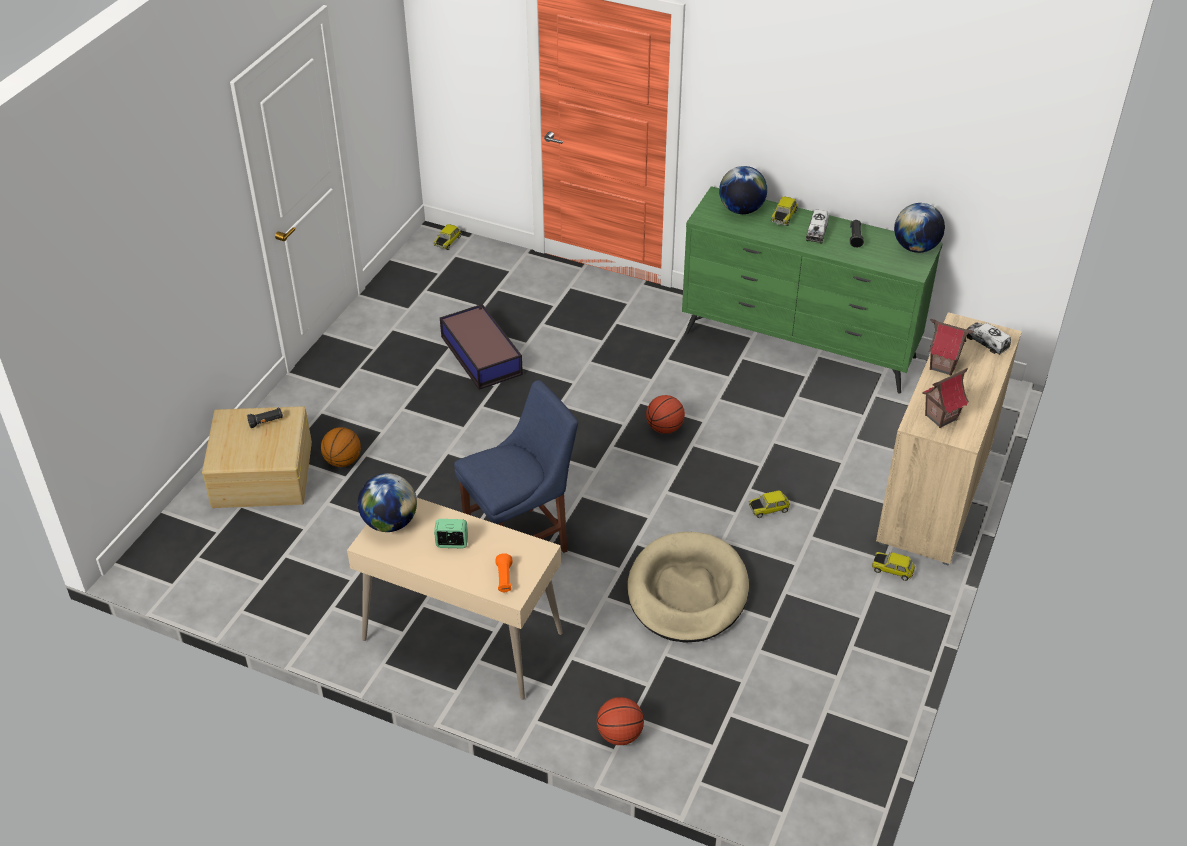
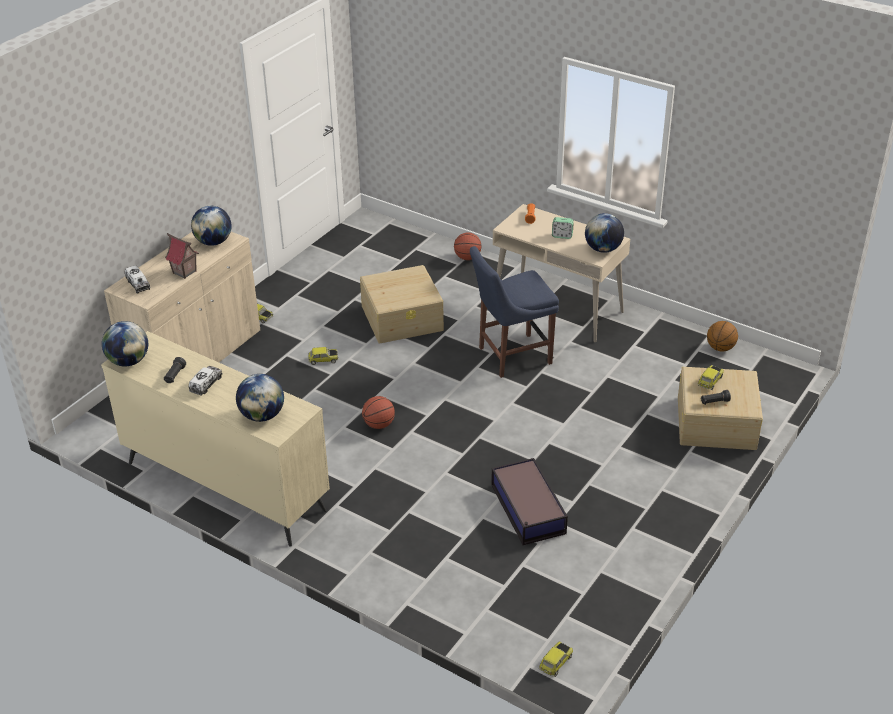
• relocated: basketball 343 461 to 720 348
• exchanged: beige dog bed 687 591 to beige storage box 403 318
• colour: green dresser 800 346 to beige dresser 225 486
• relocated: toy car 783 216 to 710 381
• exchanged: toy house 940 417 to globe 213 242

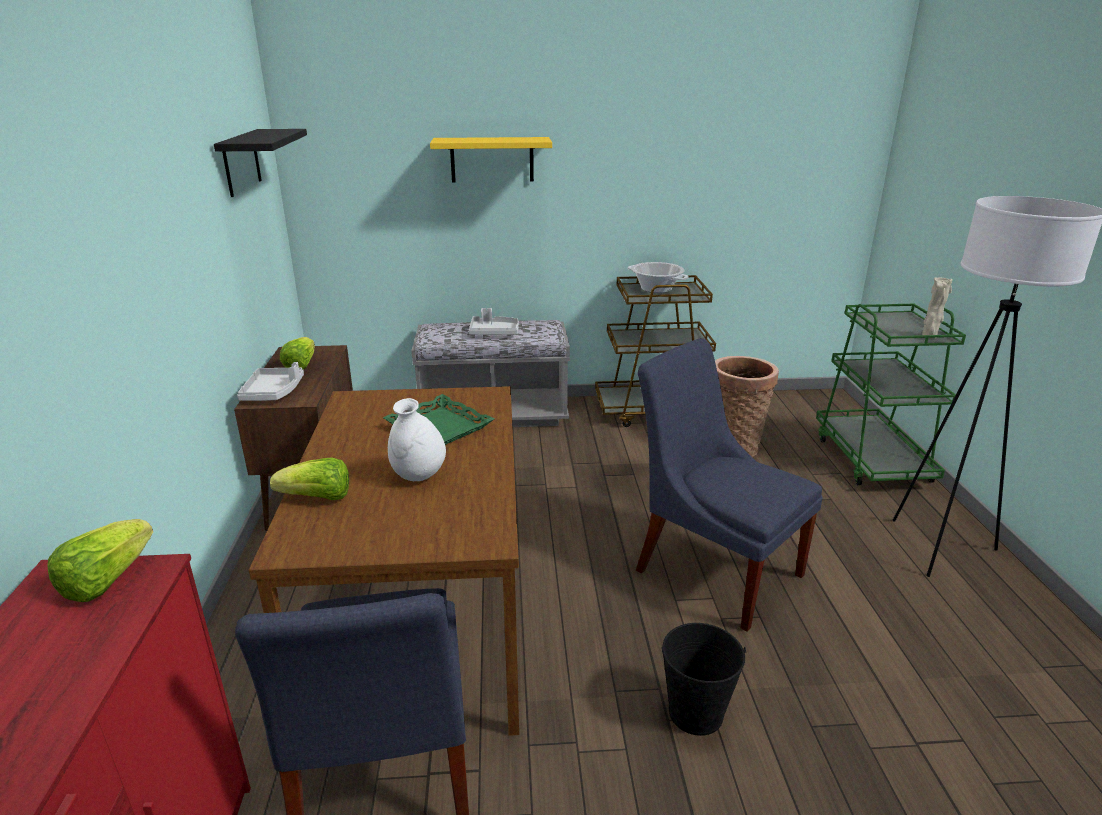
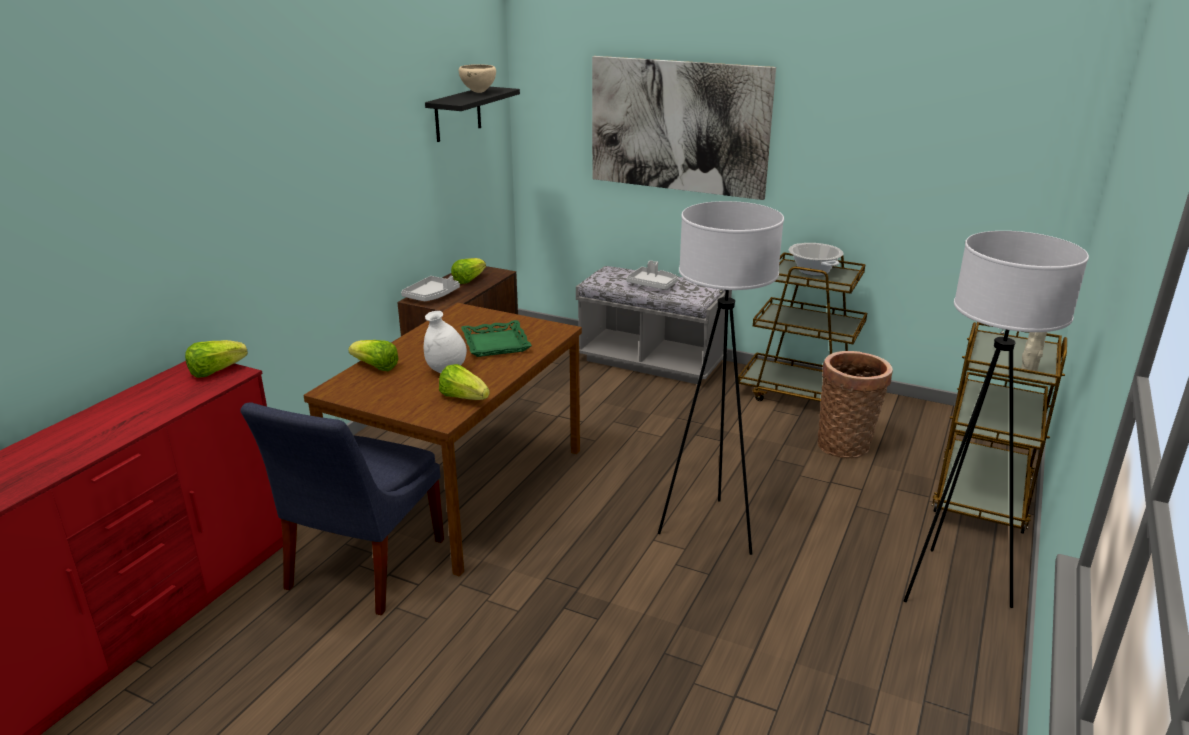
• exchanged: yellow shelf 492 159 to picture 678 126
• exchanged: blue chair 713 568 to white floor lamp 710 529
• missing: black bucket 695 712
• colour: green cart 872 459 to brown cart 982 495
• appeared: lettuce 463 398
• appeared: beige bowl 479 92

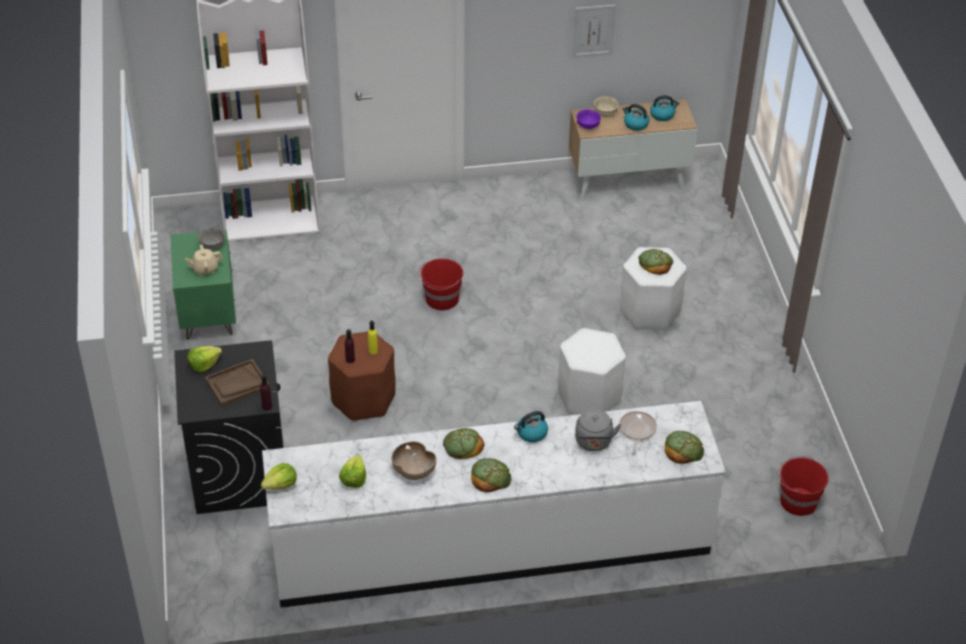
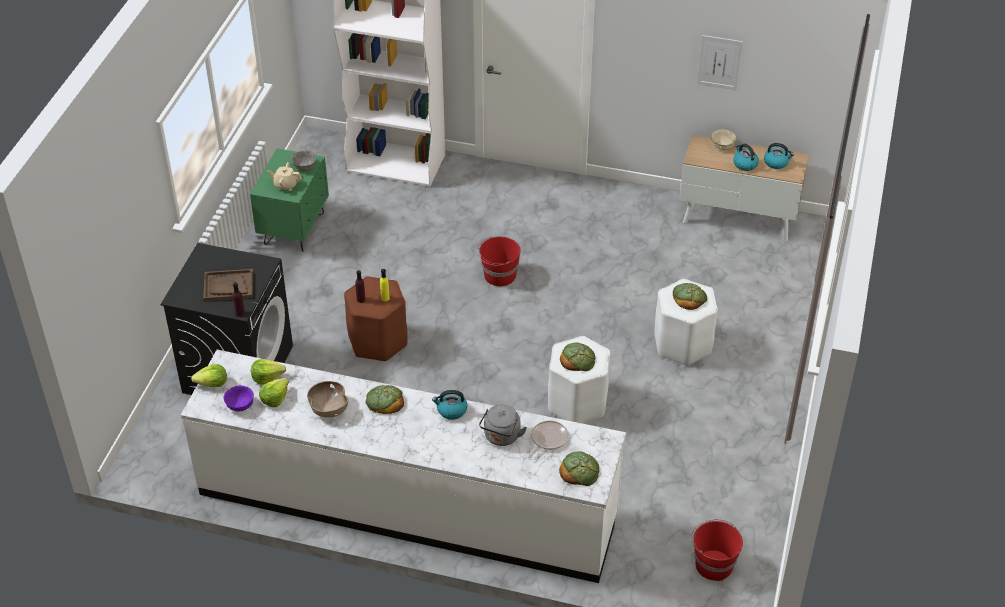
• relocated: lettuce 204 364 to 267 377
• relocated: bread 490 477 to 577 359
• relocated: purple bowl 587 126 to 239 405

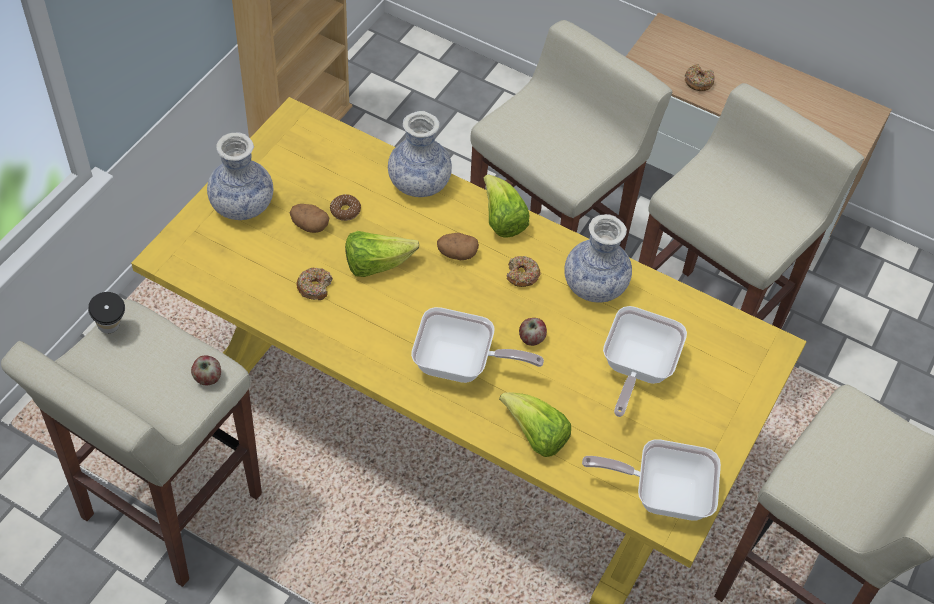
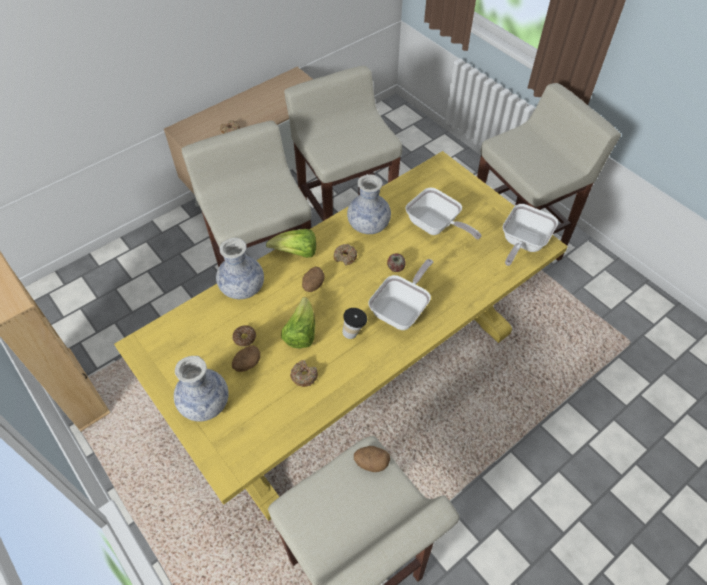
• relocated: cup 112 330 to 354 332
• exchanged: apple 207 378 to potato 371 462
• missing: lettuce 535 435

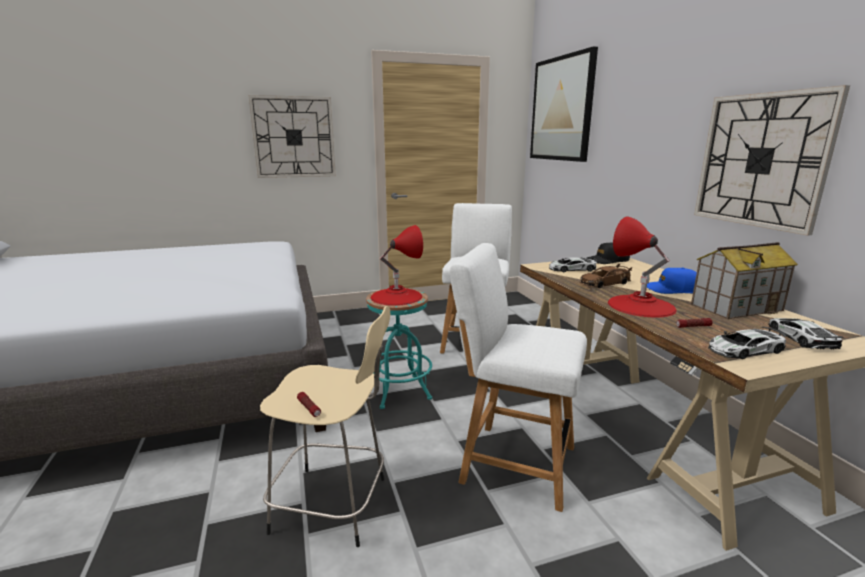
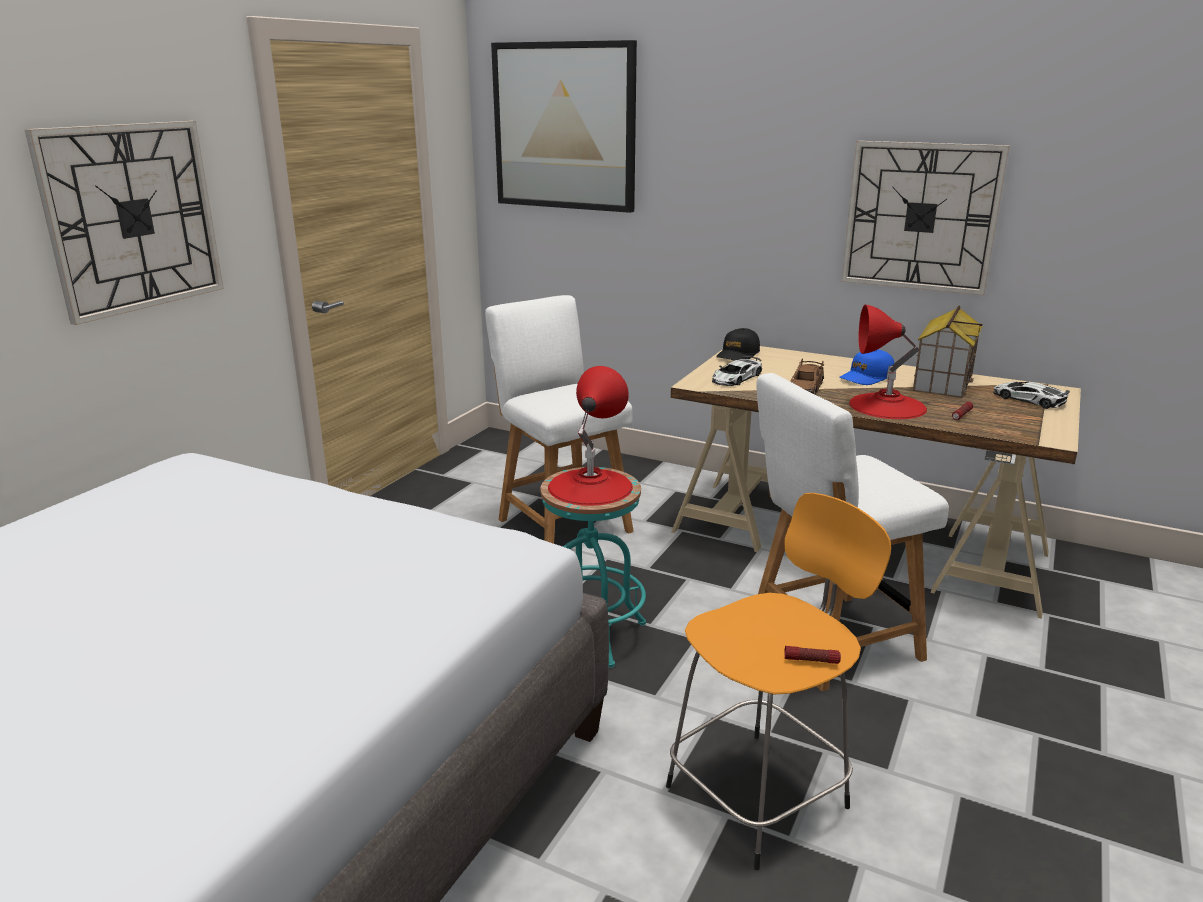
• colour: beige stool 334 505 to orange stool 761 794
• missing: toy car 744 350

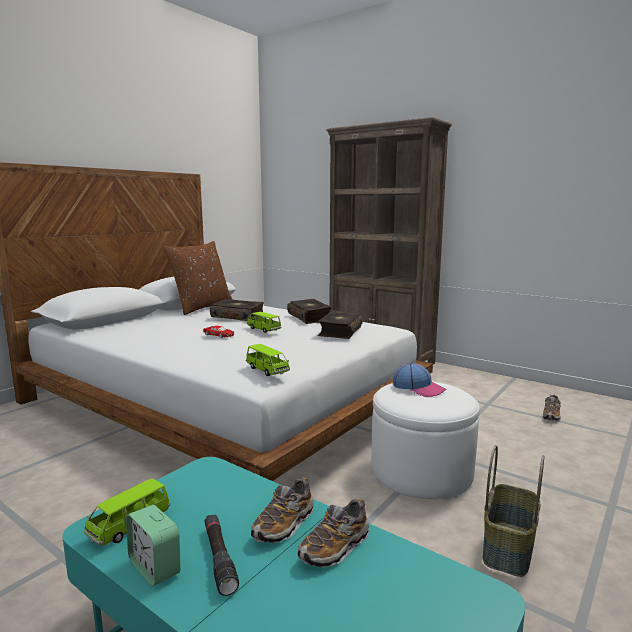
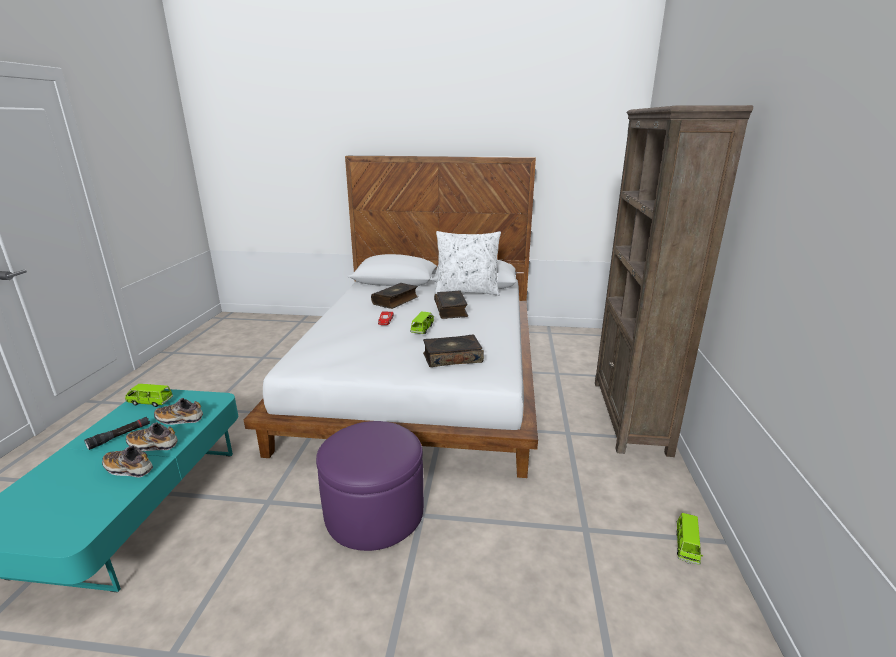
• missing: alarm clock 155 567
• colour: brown pillow 201 308 to white pillow 467 291
• relocated: green toy car 267 370 to 686 546
• relocated: book 310 317 to 396 301
• colour: white ottoman 421 471 to purple ottoman 374 512
• missing: cap 419 388
• missing: basket 509 549
• relocated: shoe 551 415 to 180 419

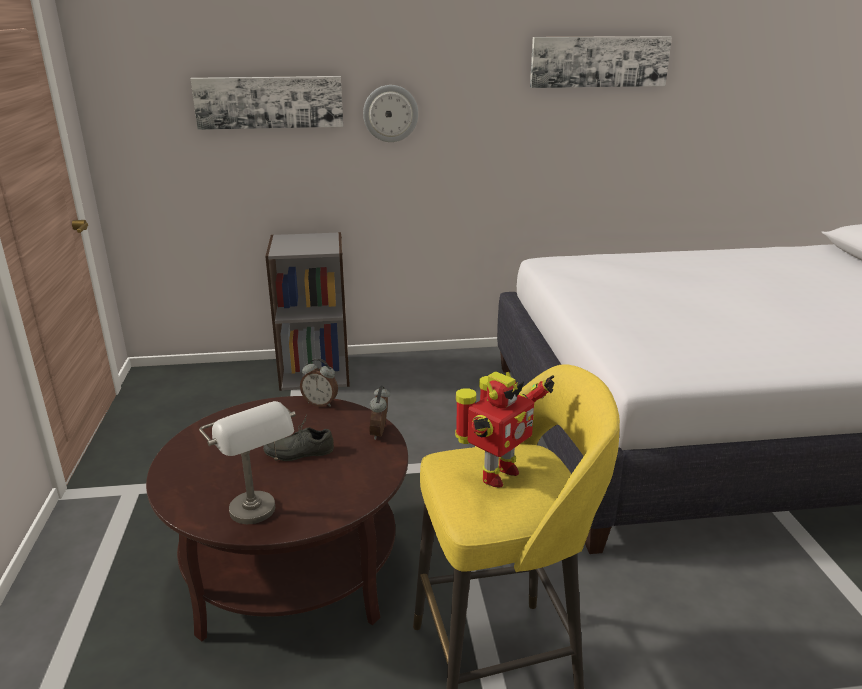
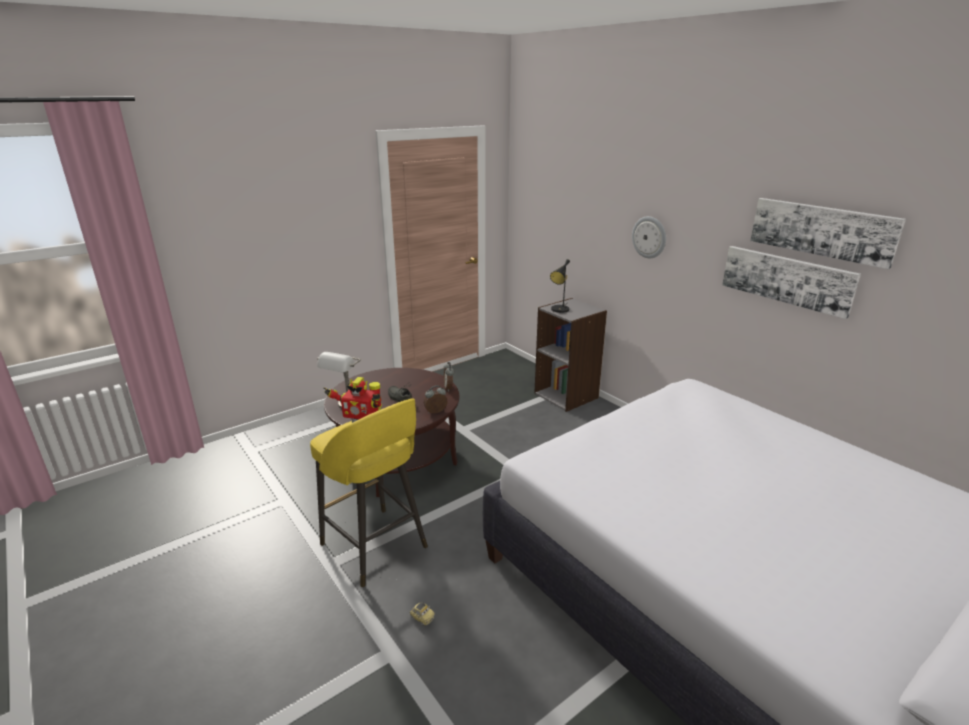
• relocated: picture 269 102 to 786 279
• appeared: toy car 422 618
• appeared: black table lamp 559 310

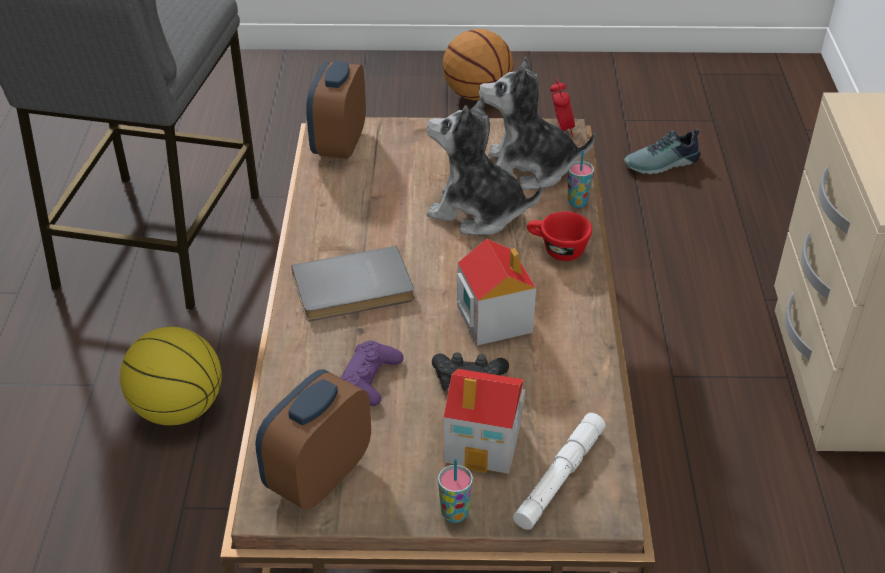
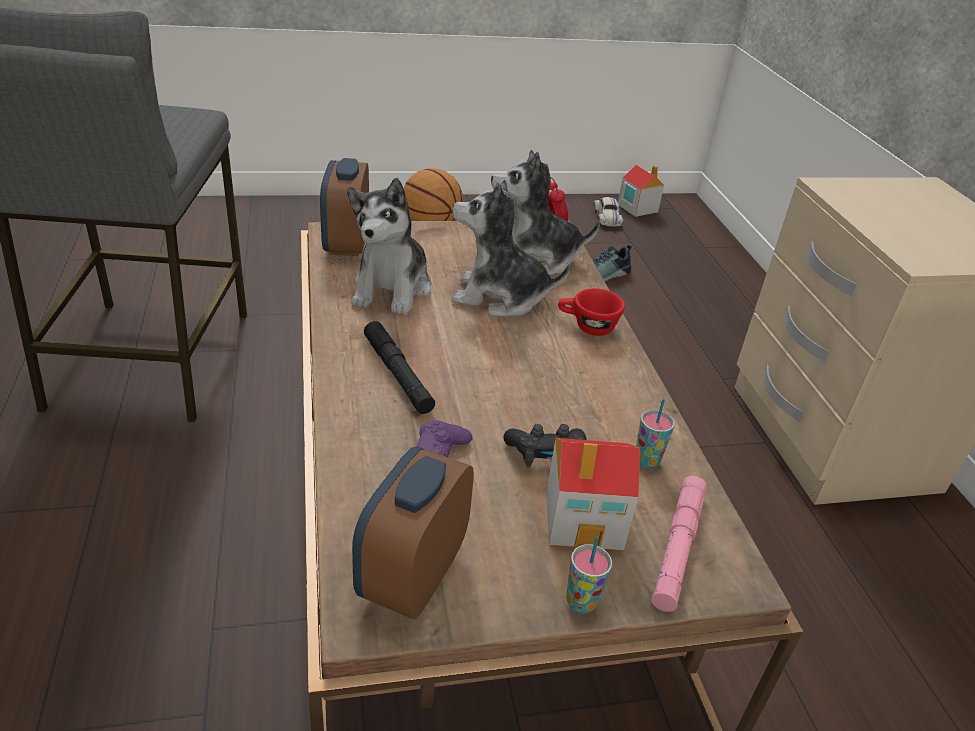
• missing: basketball 178 408
• exchanged: grey book 354 290 to black flashlight 397 373
• relocated: toy house 494 318 to 637 208
• colour: white flashlight 559 476 to pink flashlight 677 547
• relocated: cup 577 202 to 646 460
• appeared: plush toy 392 289
• appeared: white toy car 607 218

